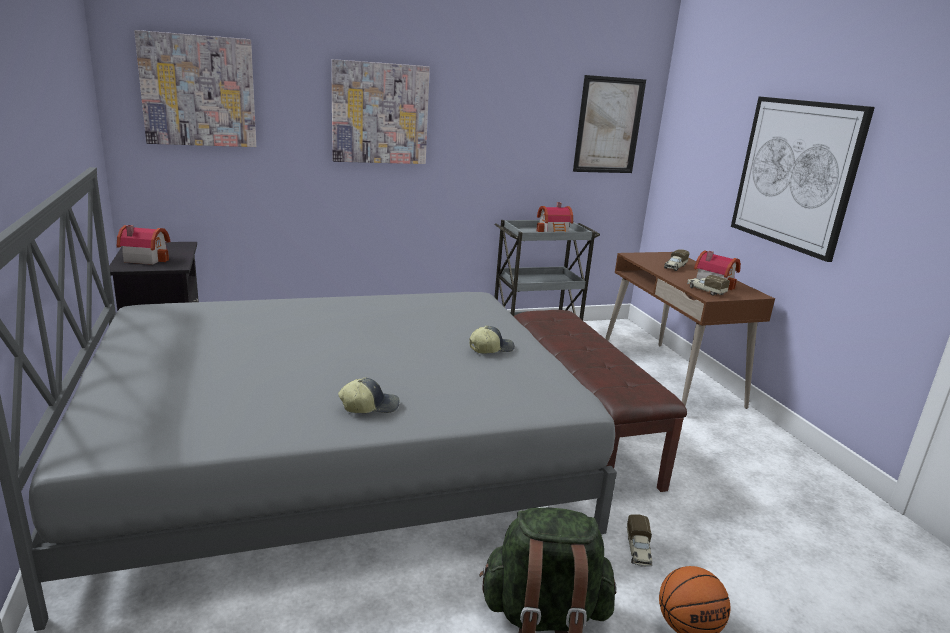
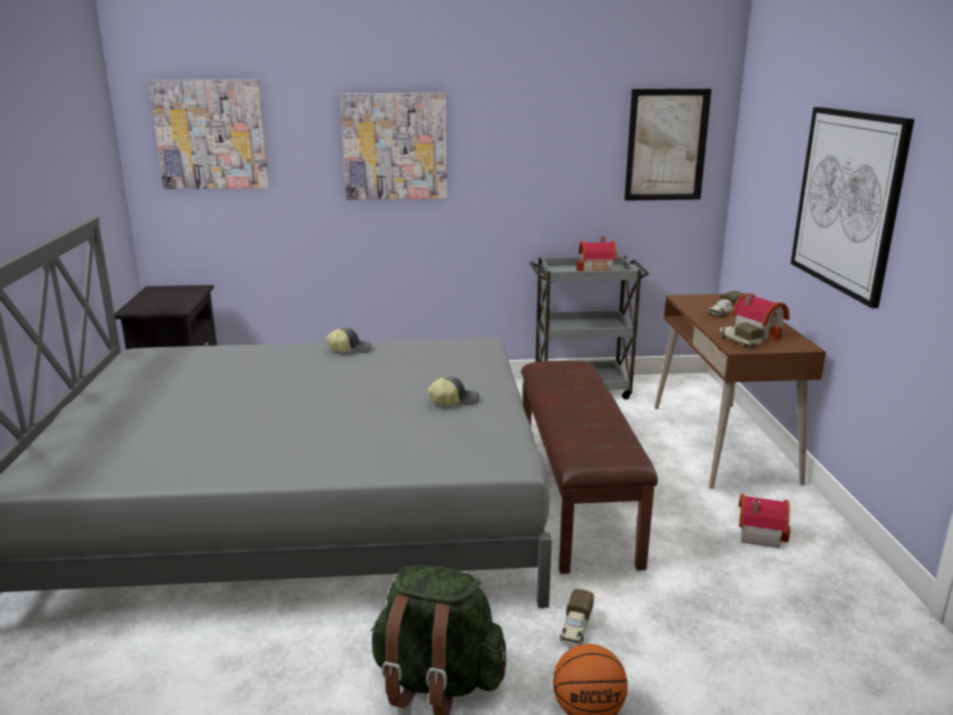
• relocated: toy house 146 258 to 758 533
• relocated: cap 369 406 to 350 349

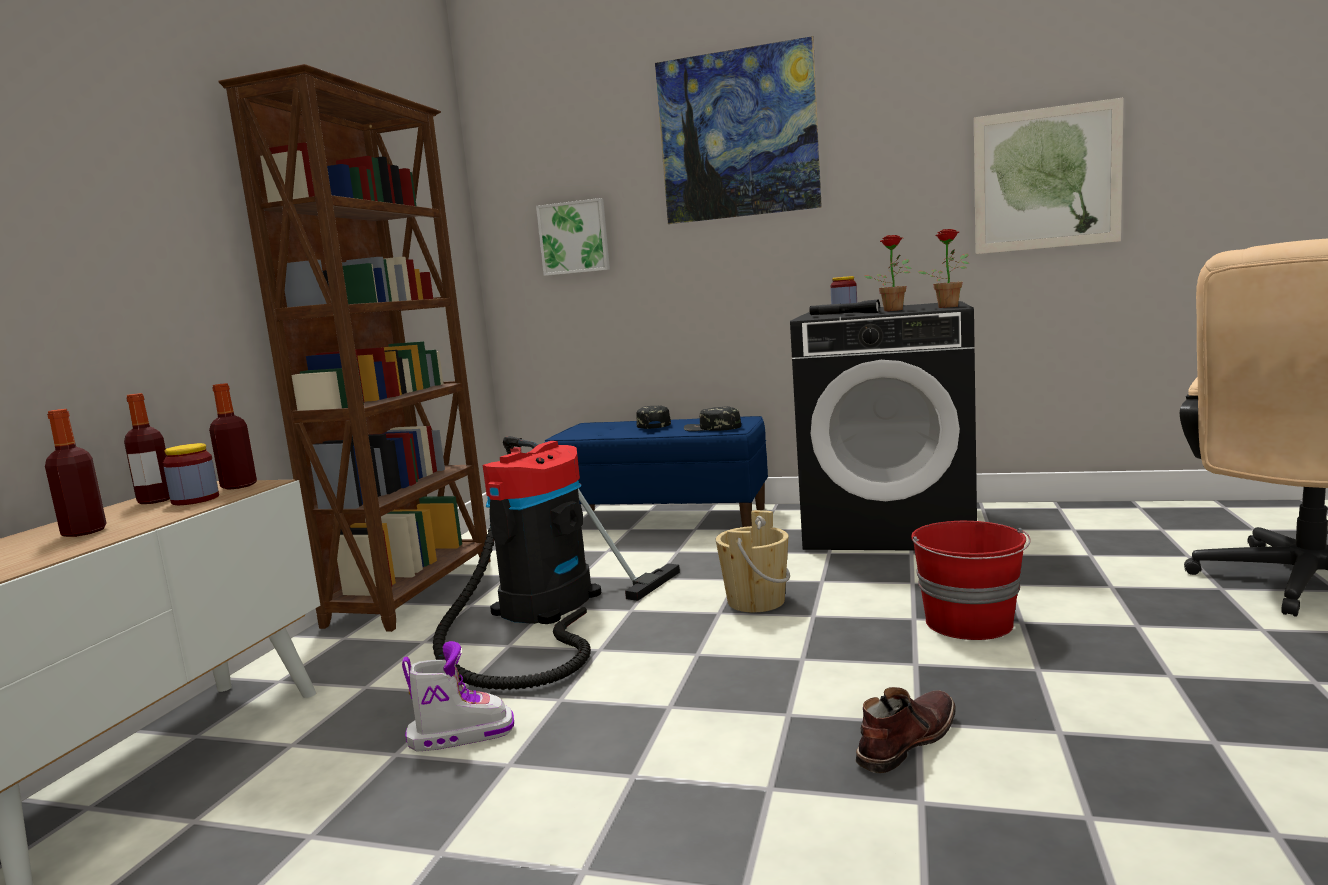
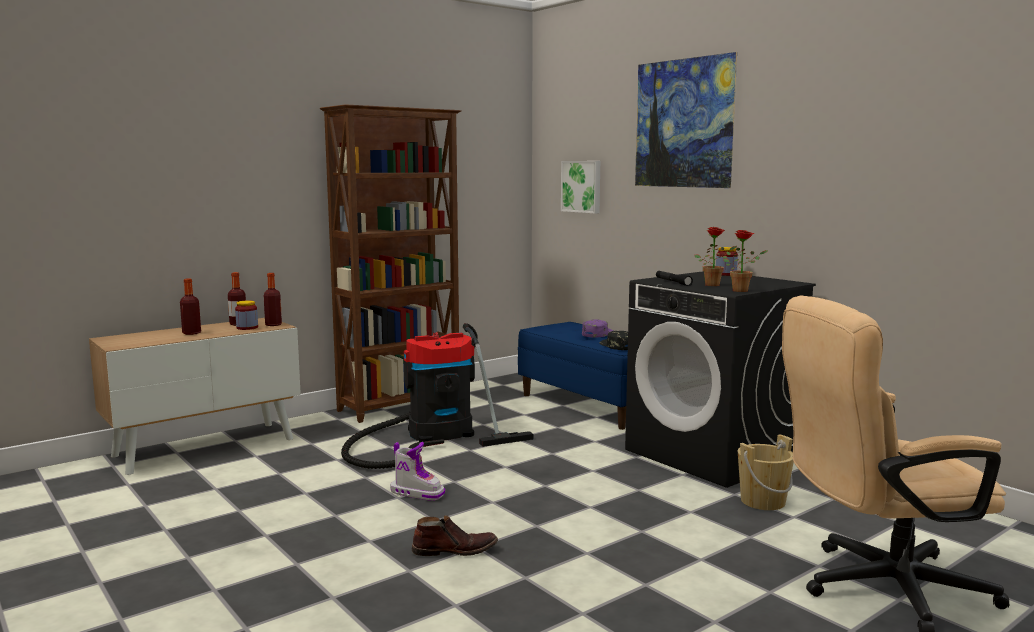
• relocated: boot 461 734 to 417 493
• colour: black cap 652 425 to purple cap 597 334
• relocated: beige bucket 756 601 to 763 501
• missing: red bucket 970 623
• missing: picture 1046 179

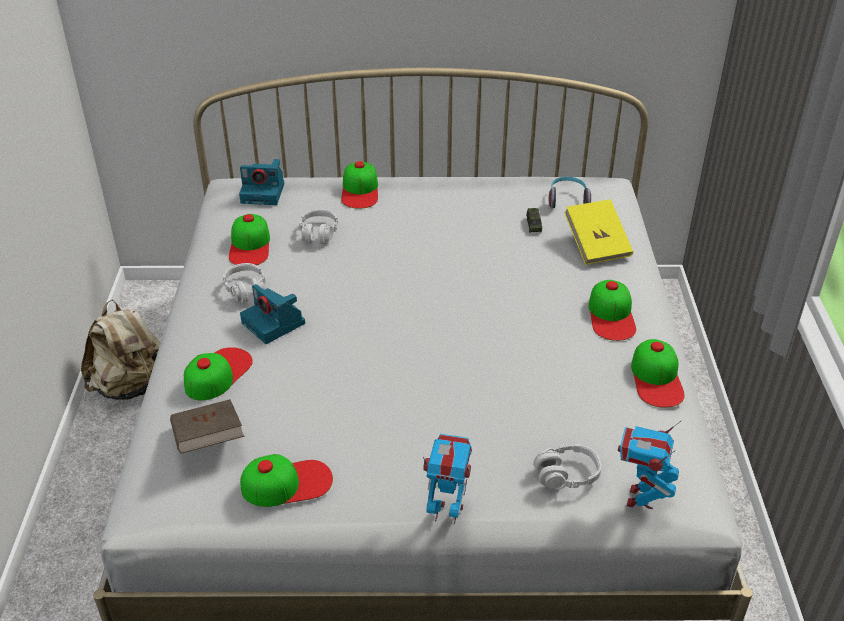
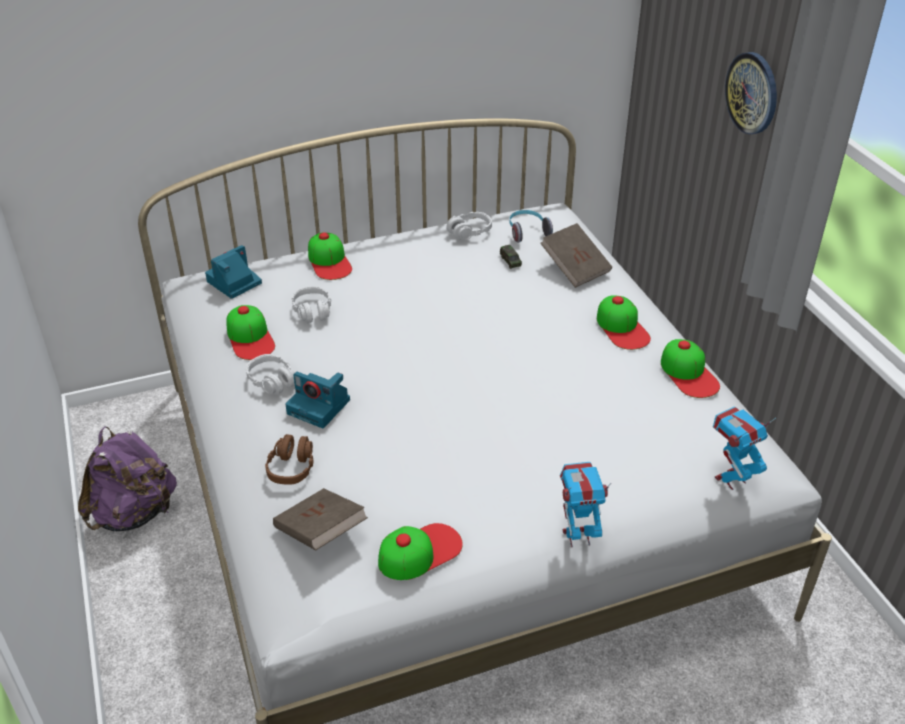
• colour: beige backpack 133 386 to purple backpack 134 513
• exchanged: cap 217 373 to brown headphones 291 468
• spun: photo camera 264 193 = 233 283 150 degrees clockwise
• relocated: grey headphones 566 474 to 469 232
• colour: yellow book 596 245 to brown book 575 268
• spun: toy robot 640 498 = 730 479 60 degrees clockwise
• appeared: wall clock 752 93

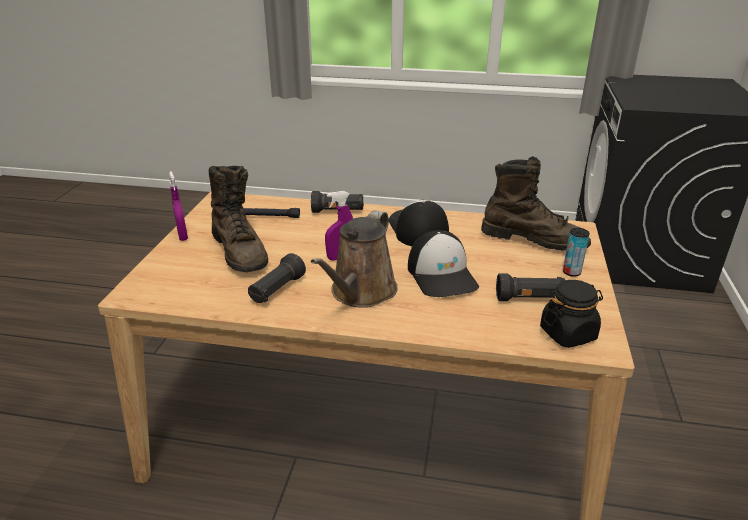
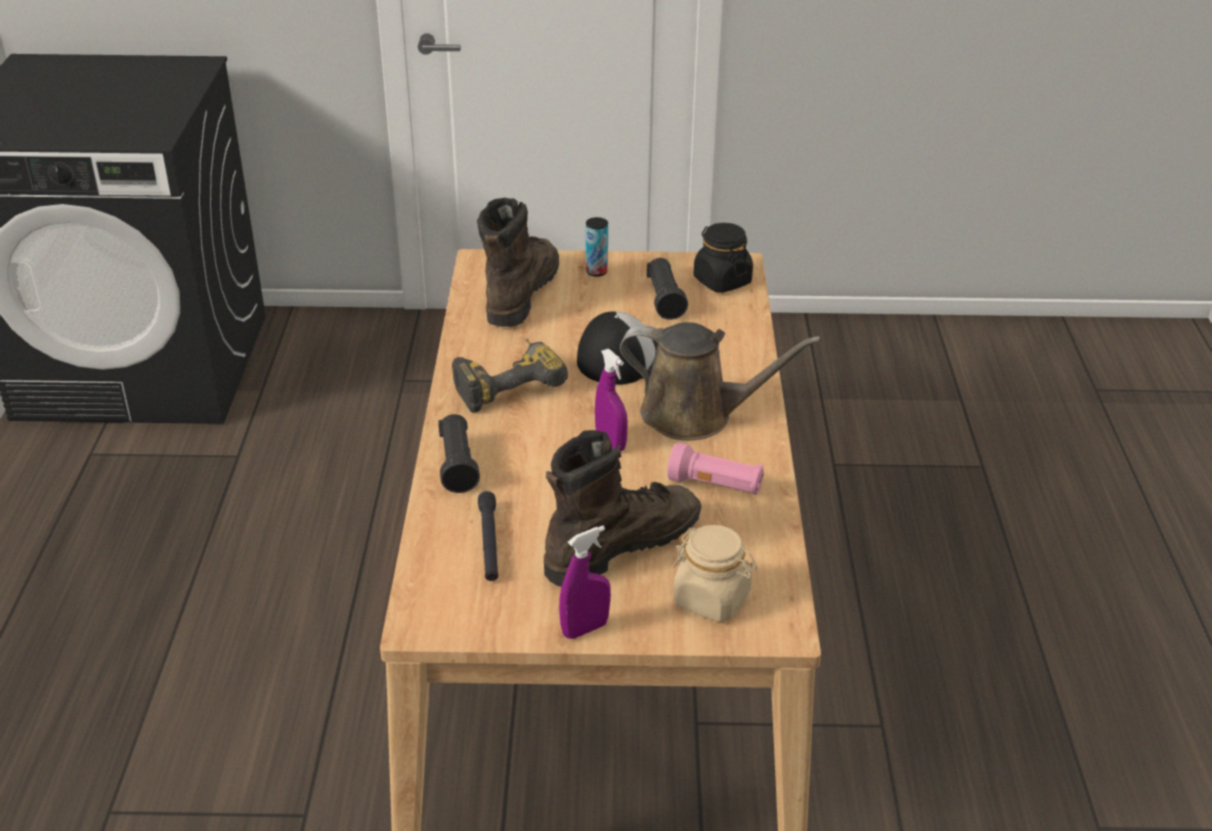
• colour: black flashlight 277 290 to pink flashlight 715 486
• exchanged: cap 417 229 to power drill 507 383
• appeared: beige jar 712 599

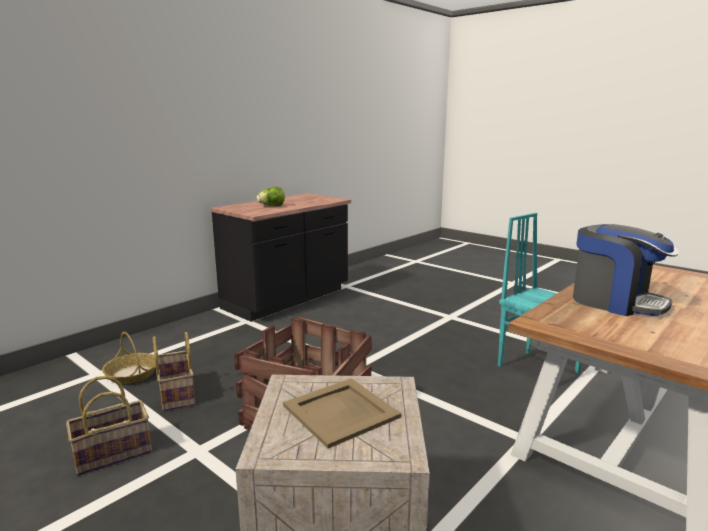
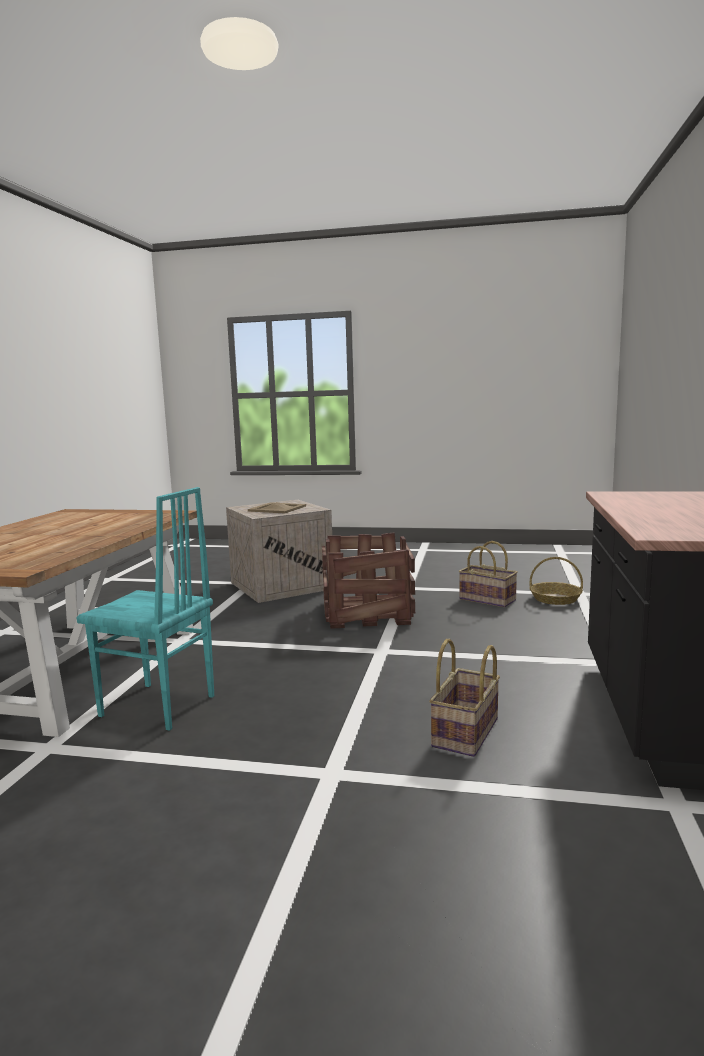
• relocated: basket 113 453 to 466 733
• missing: lettuce 271 206
• missing: coffee machine 616 302

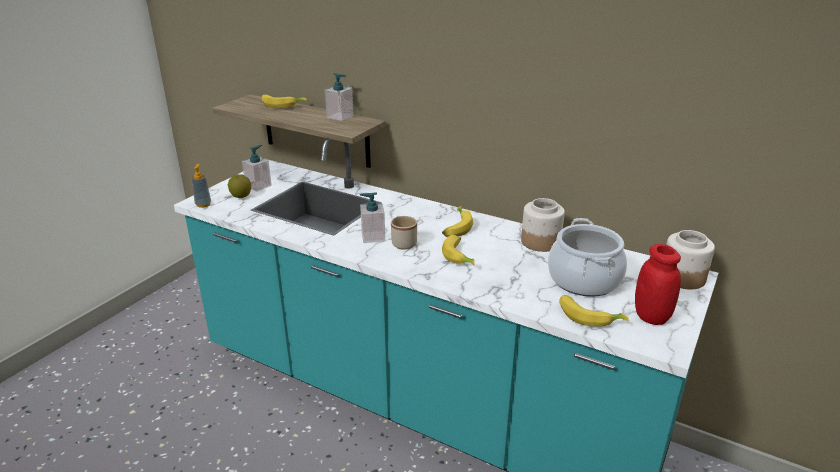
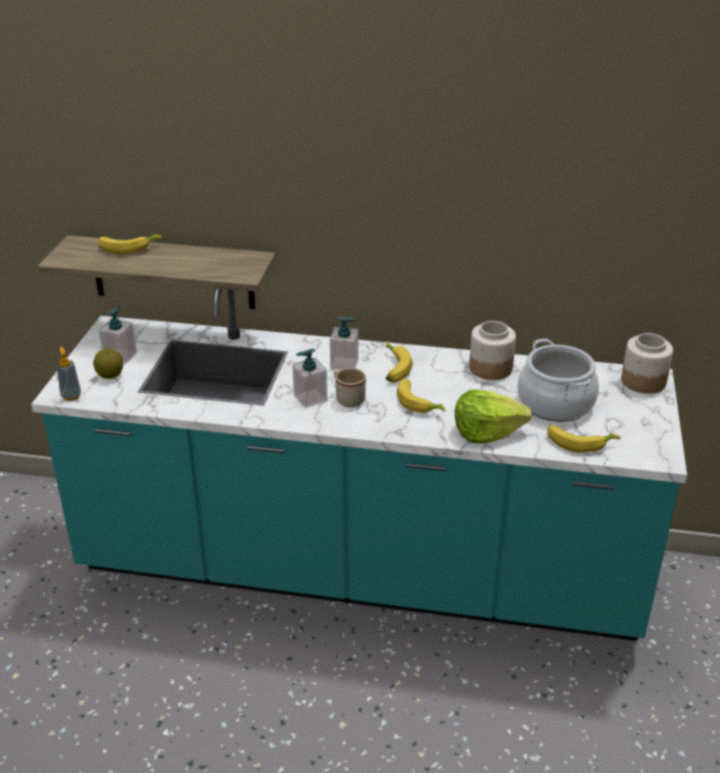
• relocated: soap dispenser 340 116 to 344 364
• missing: red jar 651 316
• appeared: lettuce 486 432

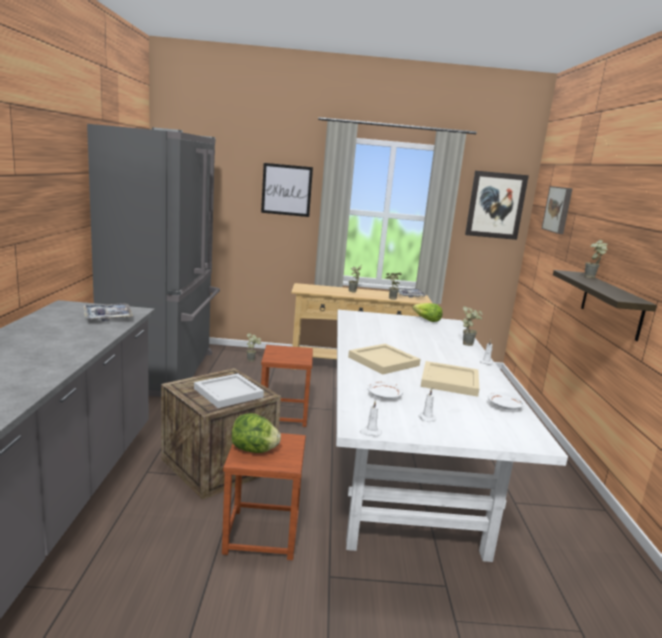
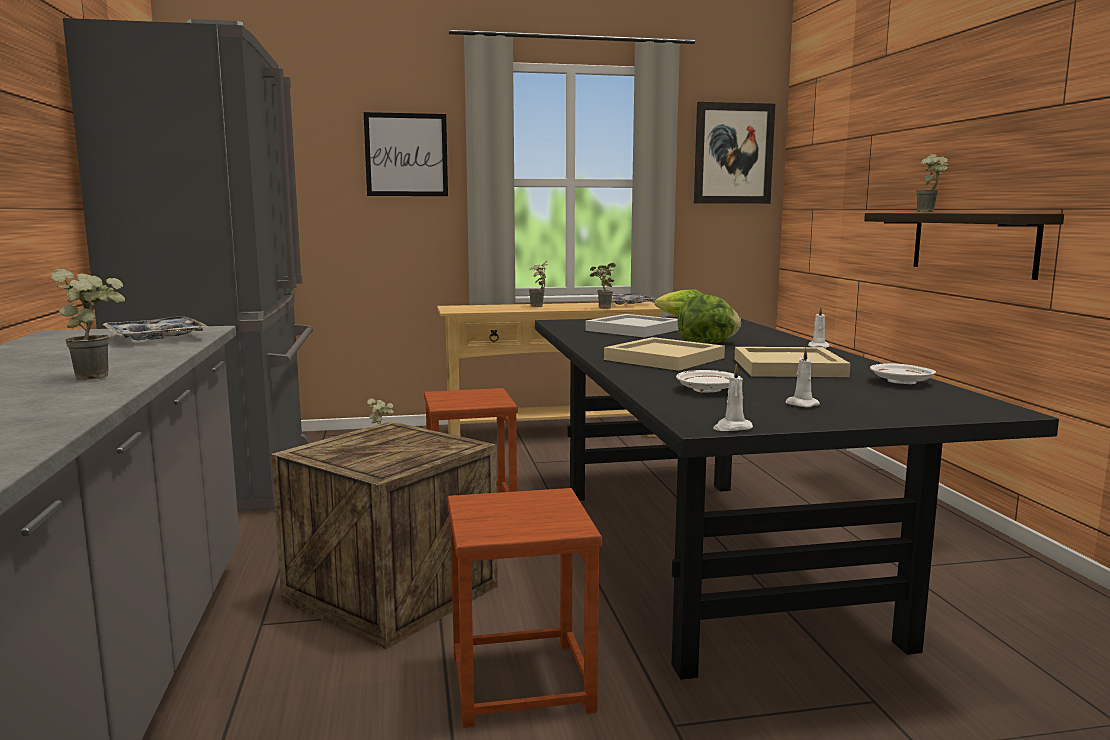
• relocated: white tray 229 393 to 635 329
• relocated: lettuce 254 450 to 707 343
• colour: white dining table 403 474 to black dining table 709 558
• relocated: potted plant 468 343 to 100 376
• missing: picture 559 209

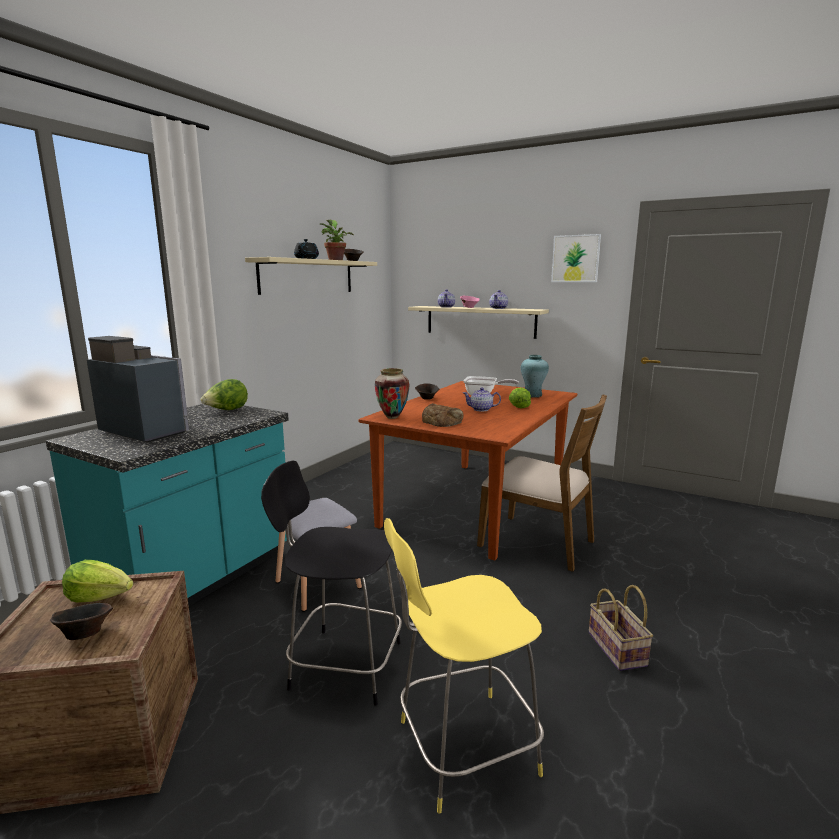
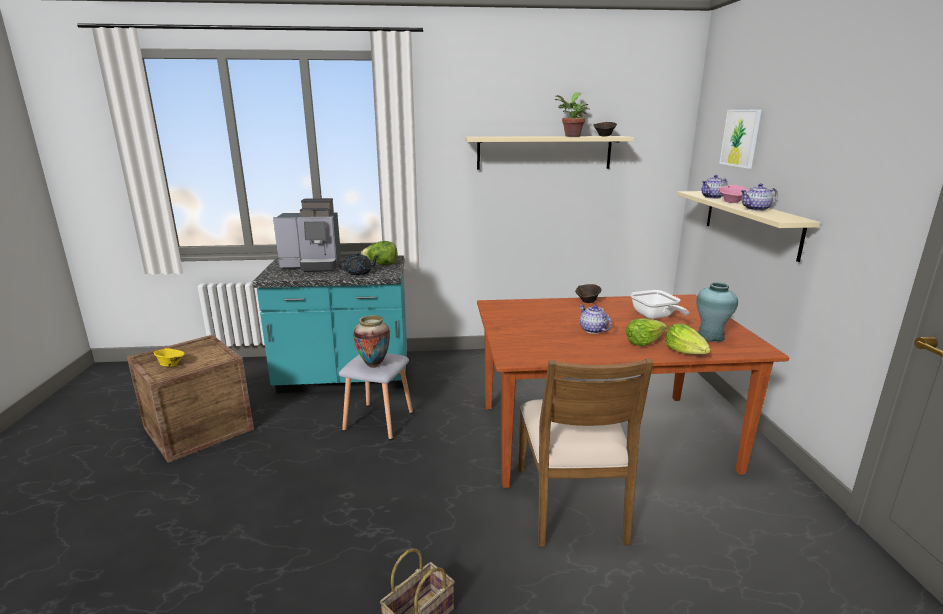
• colour: brown bowl 84 634 to yellow bowl 171 365
• relocated: lettuce 100 597 to 685 352
• spun: coffee machine 147 431 = 313 266 90 degrees clockwise
• missing: black stool 342 664
• relocated: black teapot 307 259 to 359 273
• relocated: vase 392 417 to 374 365
• missing: yellow stool 462 748
• missing: bread 442 421
• relocated: picture 575 258 to 740 138

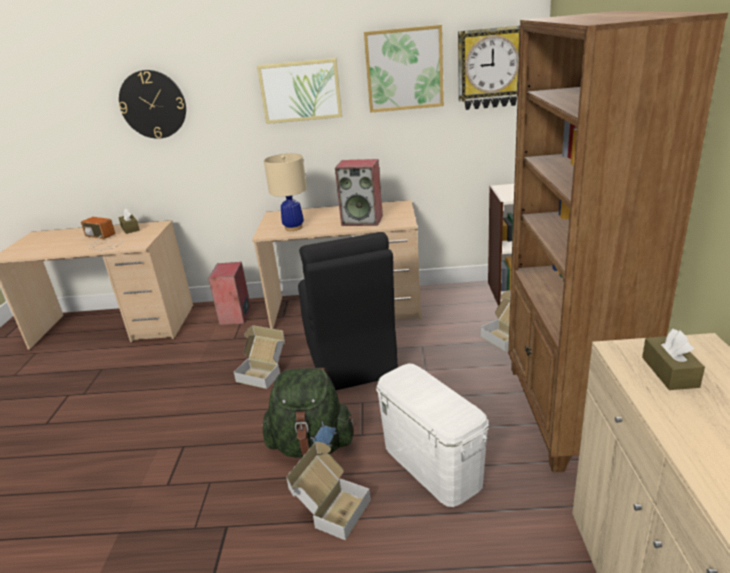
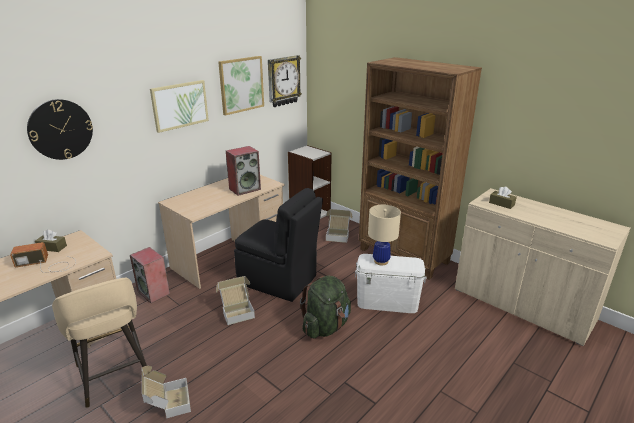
• relocated: beige table lamp 293 228 to 381 261
• relocated: cardboard box 331 509 to 167 404
• appeared: beige stool 115 375

